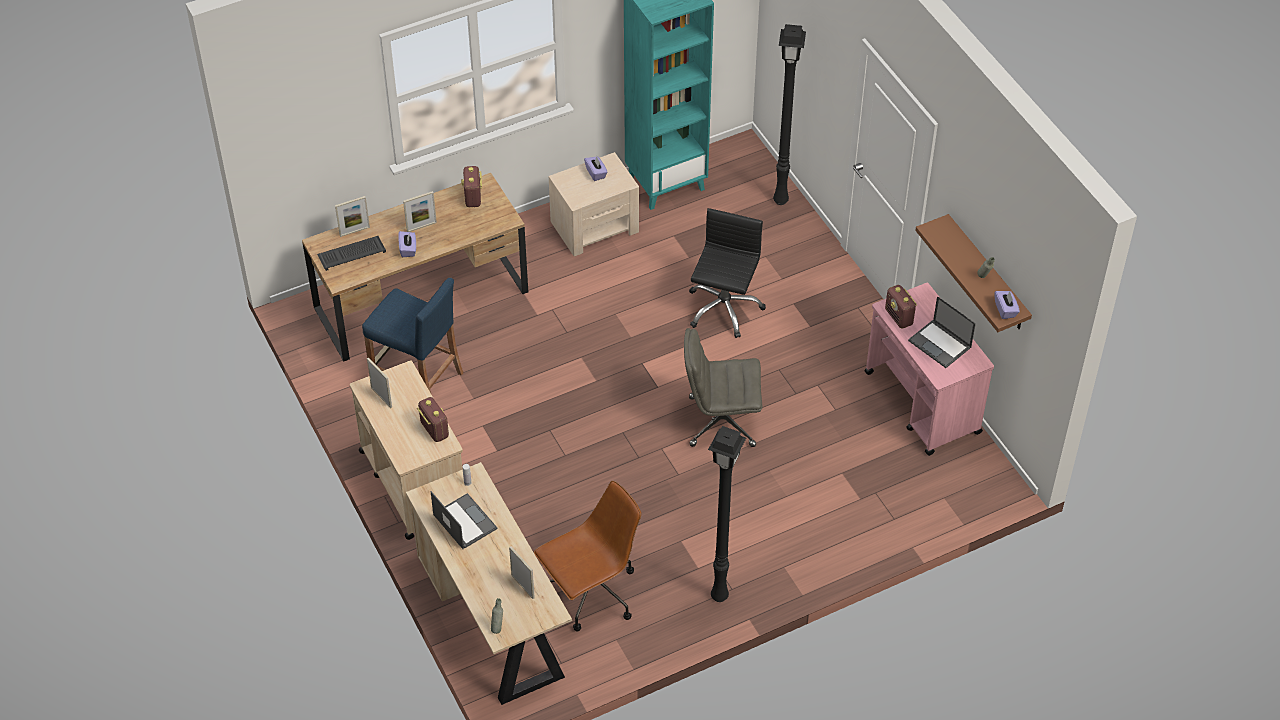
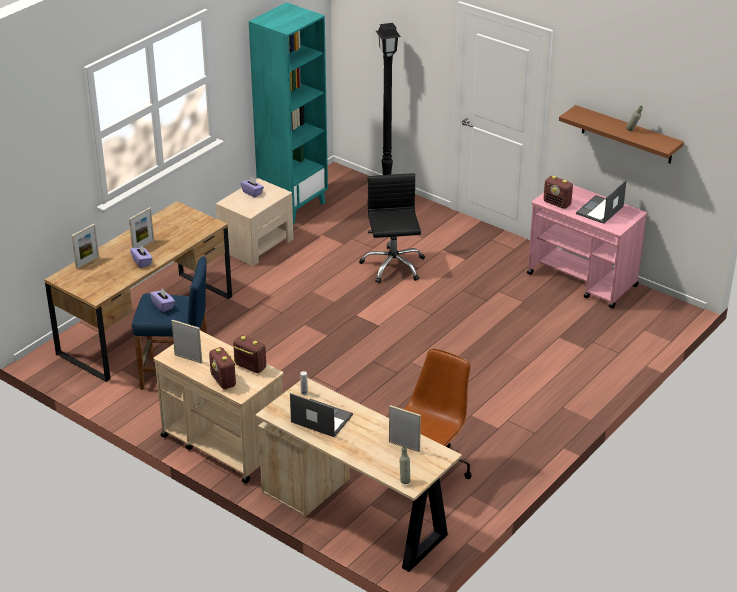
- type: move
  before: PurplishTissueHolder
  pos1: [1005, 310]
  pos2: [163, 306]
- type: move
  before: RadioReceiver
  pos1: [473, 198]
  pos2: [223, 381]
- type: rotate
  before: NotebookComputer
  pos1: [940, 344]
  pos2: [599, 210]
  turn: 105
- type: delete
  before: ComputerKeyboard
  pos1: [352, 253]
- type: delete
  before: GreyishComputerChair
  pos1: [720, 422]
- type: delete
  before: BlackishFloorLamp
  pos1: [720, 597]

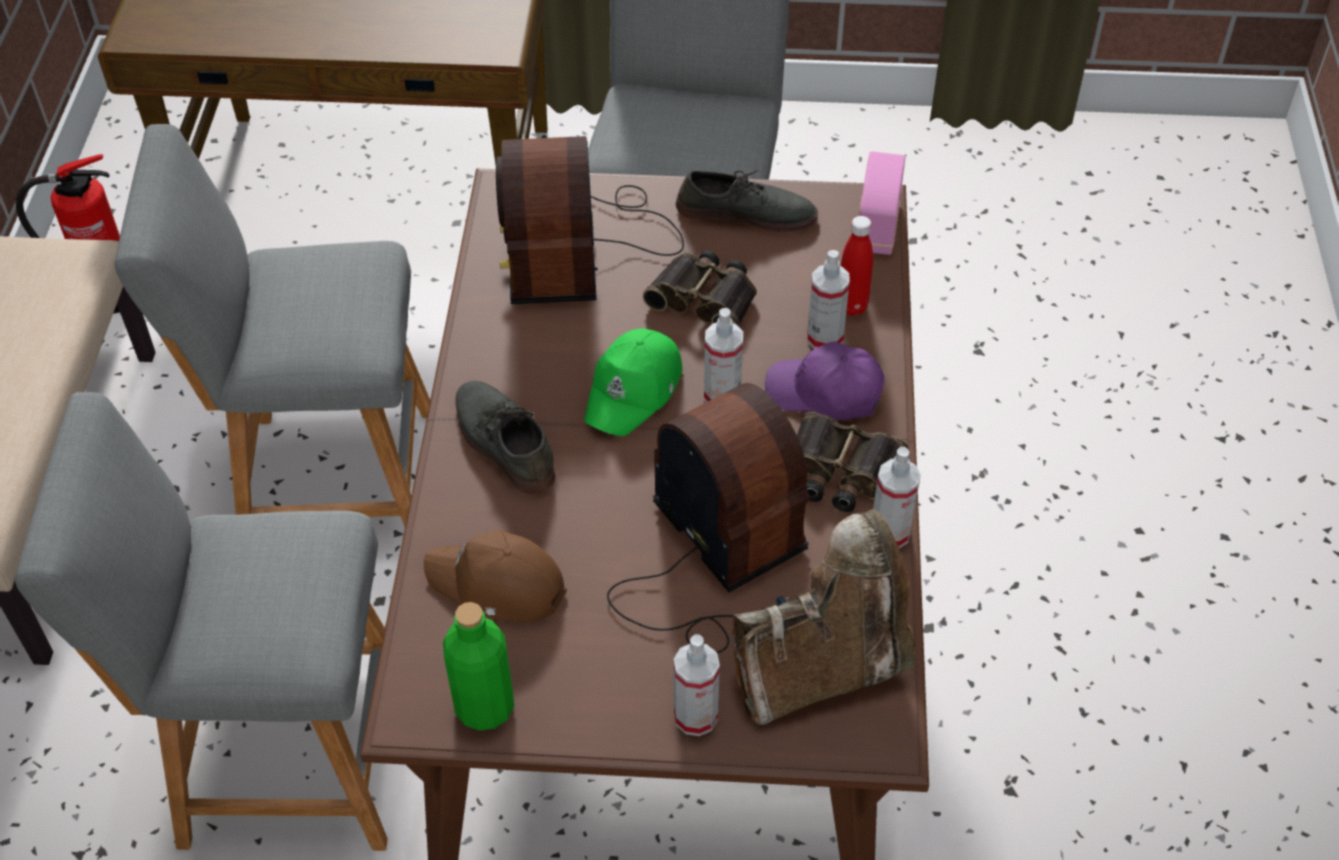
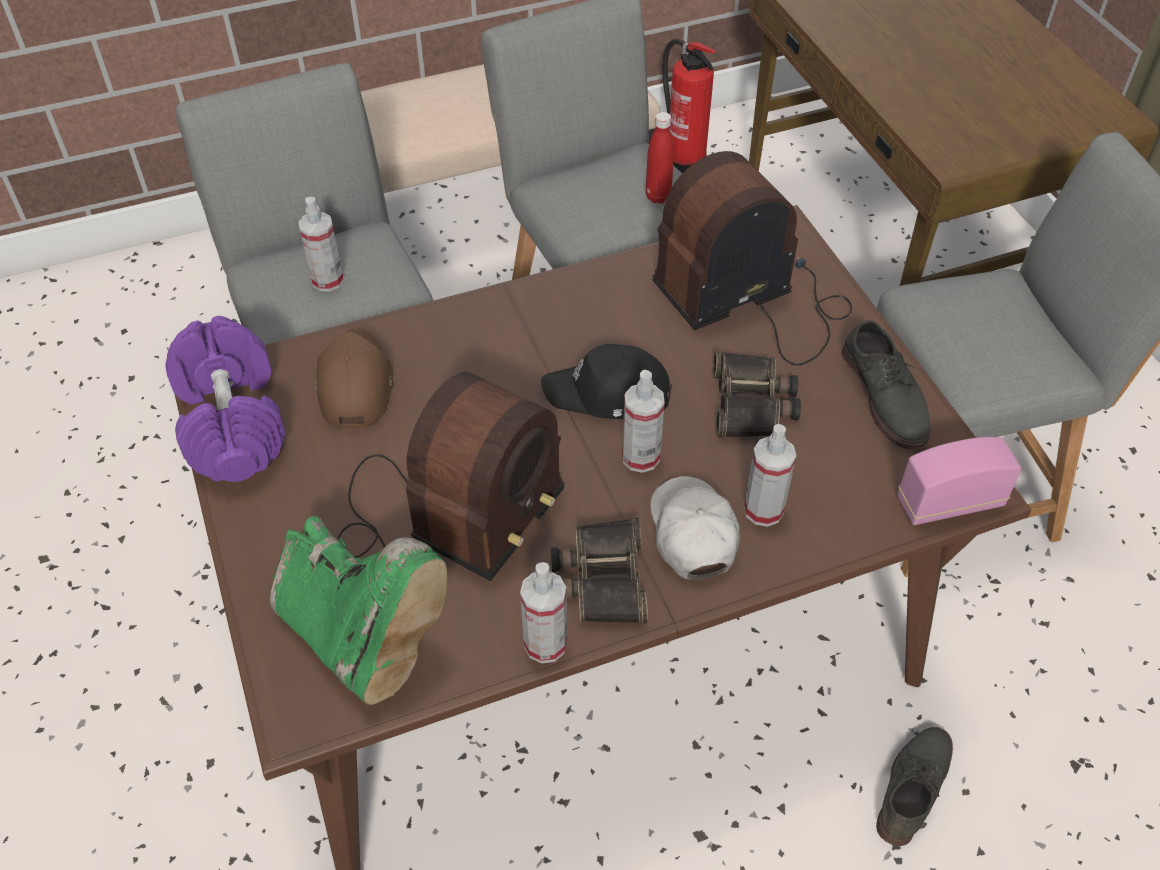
- type: replace
  before: GreenColouredDrinkBottle
  after: PurplishDumbbell
  pos1: [484, 707]
  pos2: [233, 422]
- type: recolor
  before: BrownColouredBoot
  after: GreenColouredBoot
  pos1: [823, 667]
  pos2: [362, 641]
- type: move
  before: Sprayer
  pos1: [695, 716]
  pos2: [327, 280]
- type: recolor
  before: GreenColouredBaseballCap
  after: BlackishBaseballCap
  pos1: [634, 390]
  pos2: [609, 394]
- type: move
  before: RedDrinkBottle
  pos1: [852, 307]
  pos2: [658, 197]
- type: recolor
  before: PurplishBaseballCap
  after: WhitishBaseballCap
  pos1: [825, 393]
  pos2: [692, 533]
- type: move
  before: GreyishLowShoe
  pos1: [502, 441]
  pos2: [912, 786]

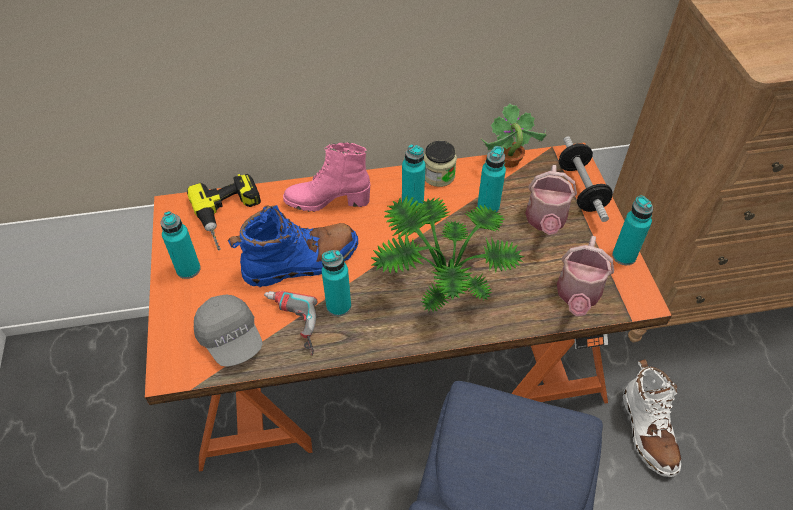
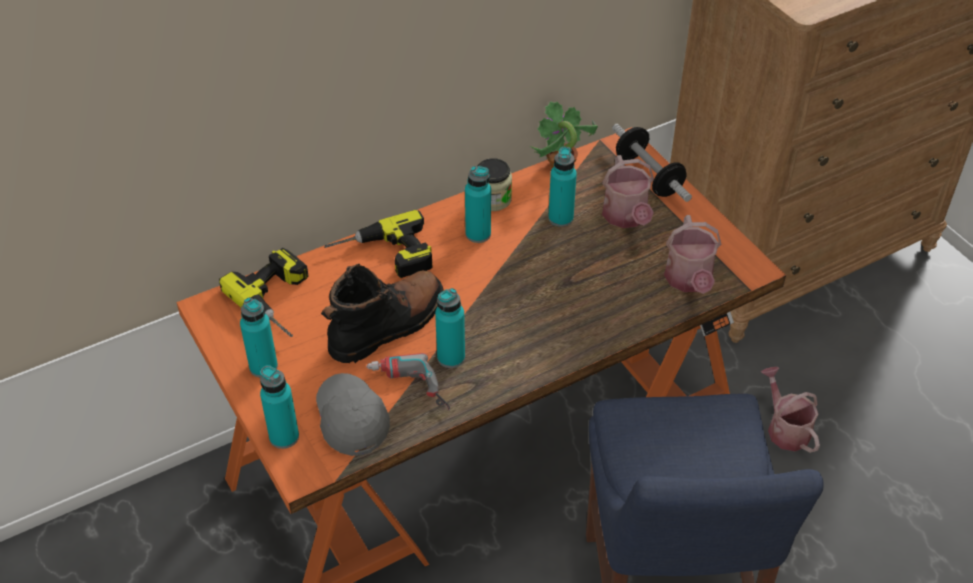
- type: move
  before: TurquoiseColouredDrinkBottle
  pos1: [624, 256]
  pos2: [284, 437]
- type: rotate
  before: GreyishBaseballCap
  pos1: [231, 338]
  pos2: [351, 421]
  turn: -150
- type: recolor
  before: BlueBoot
  after: BlackishBoot
  pos1: [301, 262]
  pos2: [387, 326]
- type: replace
  before: PinkBoot
  after: Drill
  pos1: [327, 201]
  pos2: [383, 256]
- type: replace
  before: WhitishBoot
  after: WateringCan
  pos1: [647, 431]
  pos2: [785, 428]
- type: delete
  before: PottedPlant
  pos1: [441, 281]

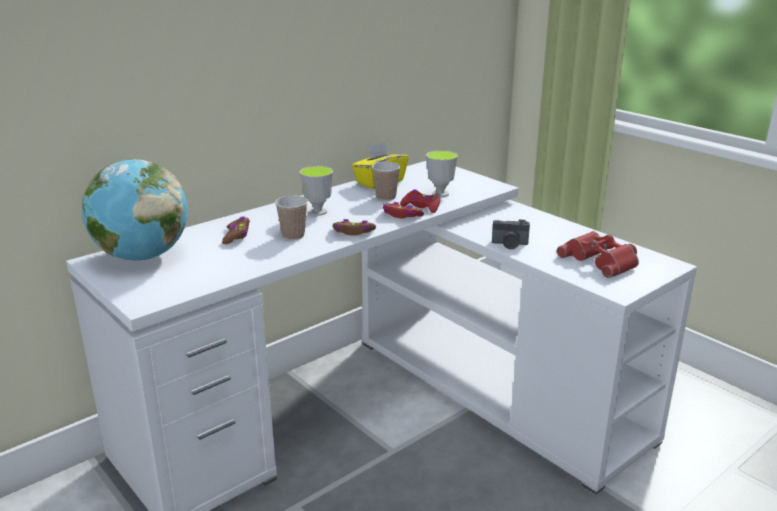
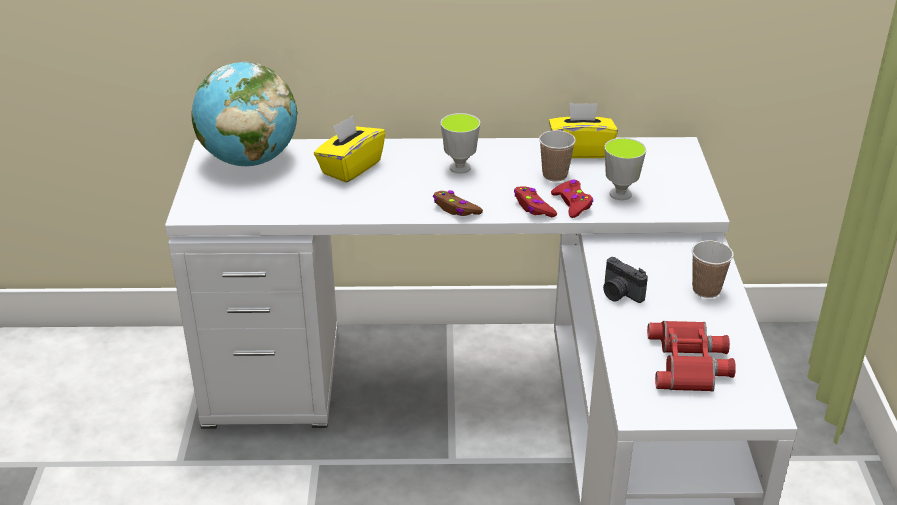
- type: replace
  before: BrownColouredJoypad
  after: YellowishTissueHolder
  pos1: [237, 235]
  pos2: [350, 167]
- type: move
  before: Cup
  pos1: [293, 235]
  pos2: [706, 290]

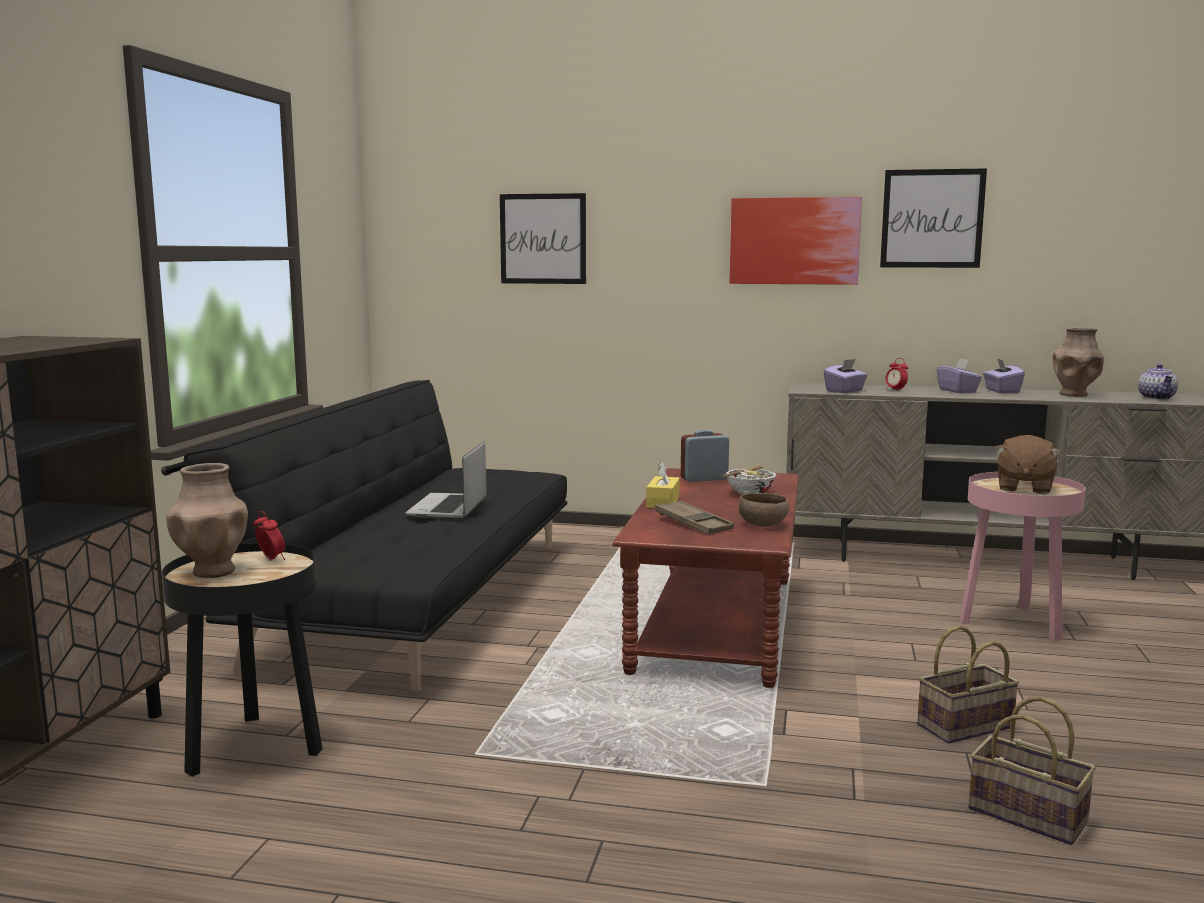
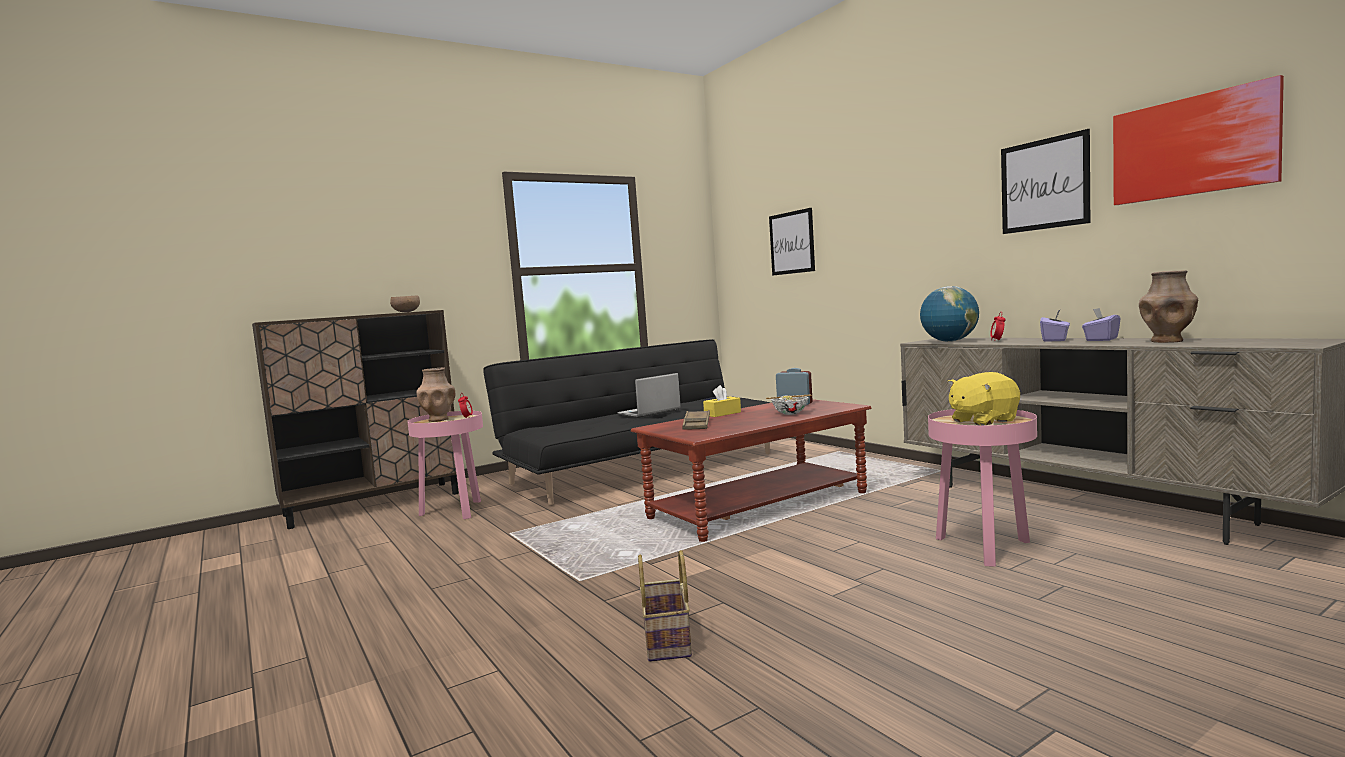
- type: move
  before: BrownColouredBowl
  pos1: [763, 524]
  pos2: [407, 312]
- type: recolor
  before: BlackishEndTable
  after: PinkEndTable
  pos1: [253, 747]
  pos2: [455, 511]
- type: replace
  before: PurplishTissueHolder
  after: Globe
  pos1: [845, 391]
  pos2: [949, 341]
- type: recolor
  before: BrownColouredPlushToy
  after: YellowishPlushToy
  pos1: [1023, 488]
  pos2: [982, 421]
- type: move
  before: Picture
  pos1: [794, 241]
  pos2: [1192, 146]
- type: delete
  before: Basket
  pos1: [964, 727]
- type: delete
  before: Teapot
  pos1: [1157, 398]

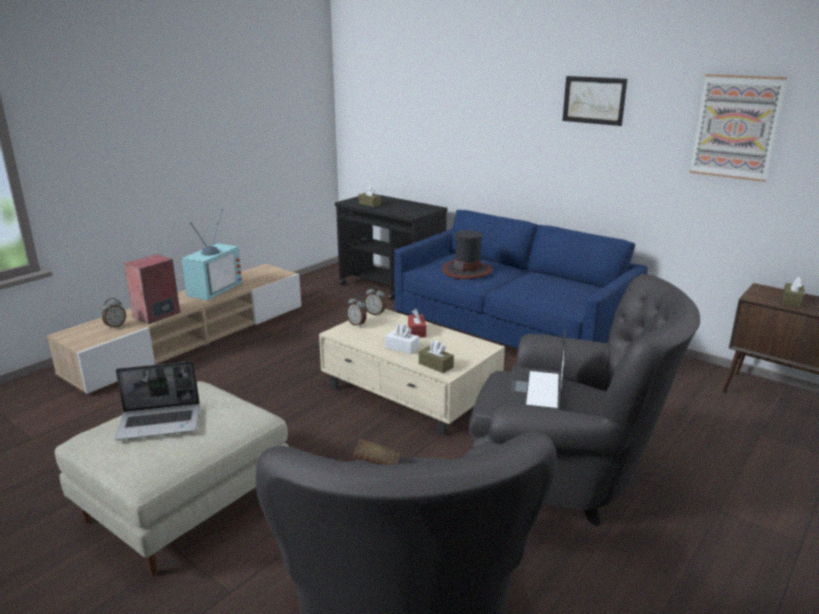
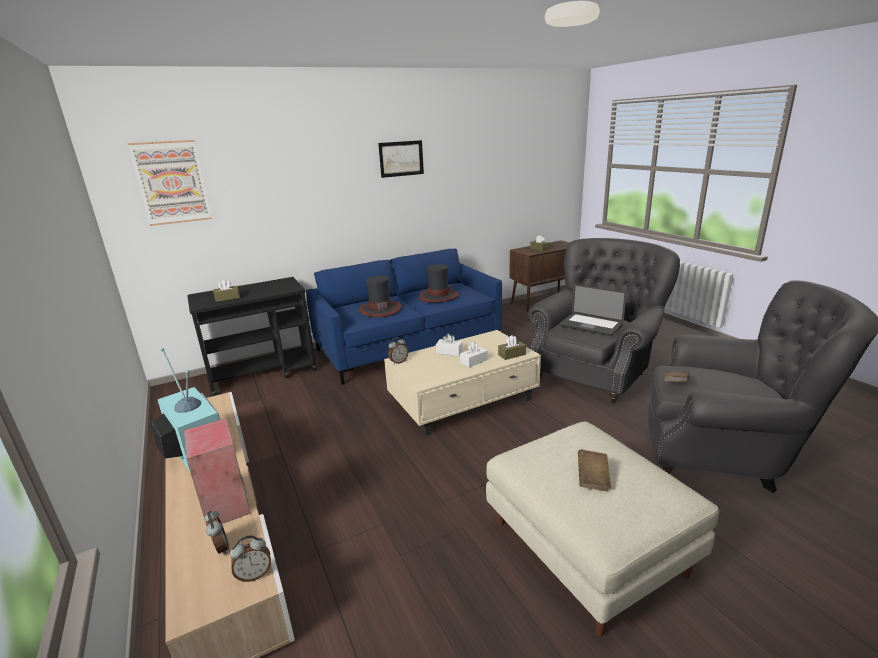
- type: move
  before: Picture
  pos1: [736, 127]
  pos2: [172, 182]
- type: move
  before: BedsideClock
  pos1: [357, 324]
  pos2: [254, 574]
- type: insert
  after: ClothingHat
  pos2: [438, 296]
- type: recolor
  before: RedTissueHolder
  after: WhitishTissueHolder
  pos1: [417, 331]
  pos2: [449, 352]
- type: replace
  before: NotebookComputer
  after: BrownColouredBook
  pos1: [161, 423]
  pos2: [592, 479]

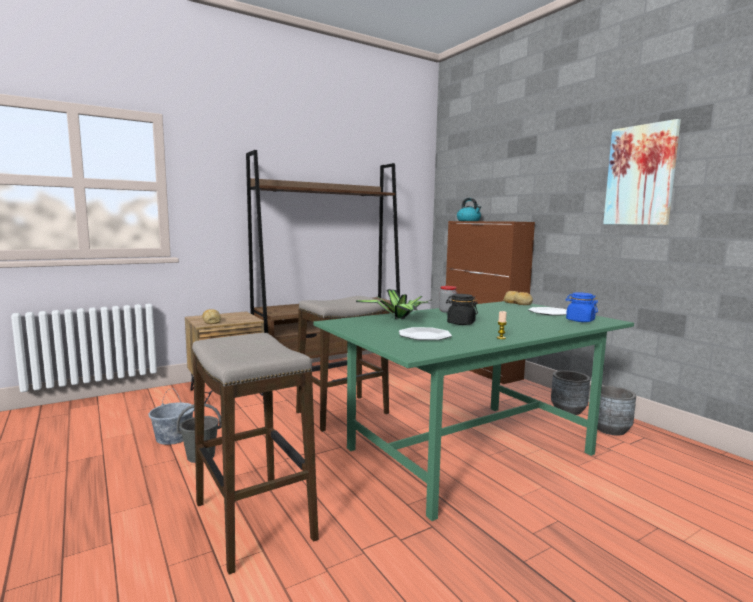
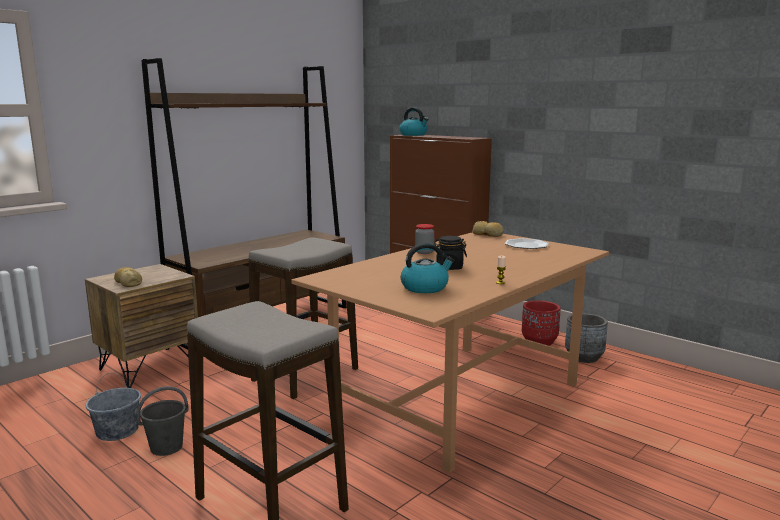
- type: recolor
  before: GreenColouredKitchenTable
  after: BrownColouredKitchenTable
  pos1: [470, 450]
  pos2: [459, 397]
- type: replace
  before: Plate
  after: Kettle
  pos1: [424, 336]
  pos2: [425, 287]
- type: recolor
  before: GreyishPlantPot
  after: RedPlantPot
  pos1: [568, 410]
  pos2: [539, 342]
- type: delete
  before: PottedPlant
  pos1: [399, 319]
- type: delete
  before: BlueJar
  pos1: [580, 320]
- type: delete
  before: Picture
  pos1: [640, 175]

